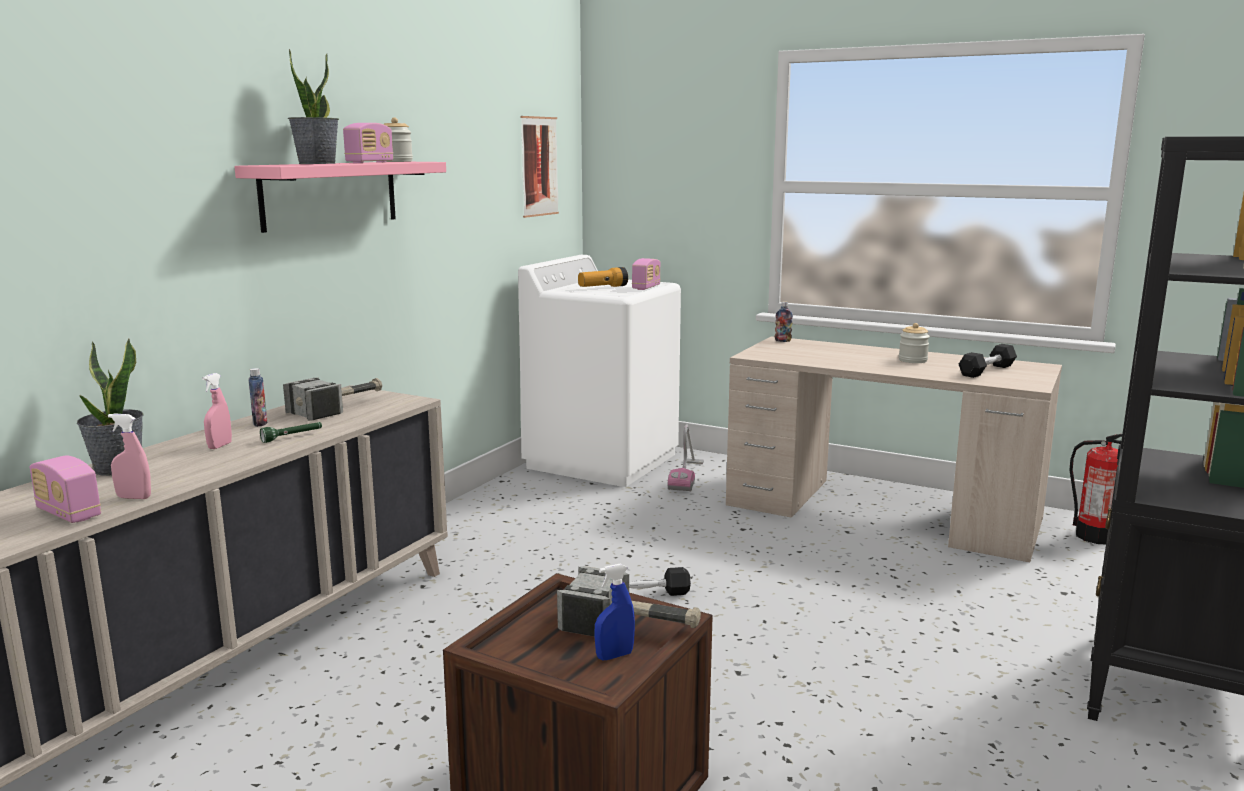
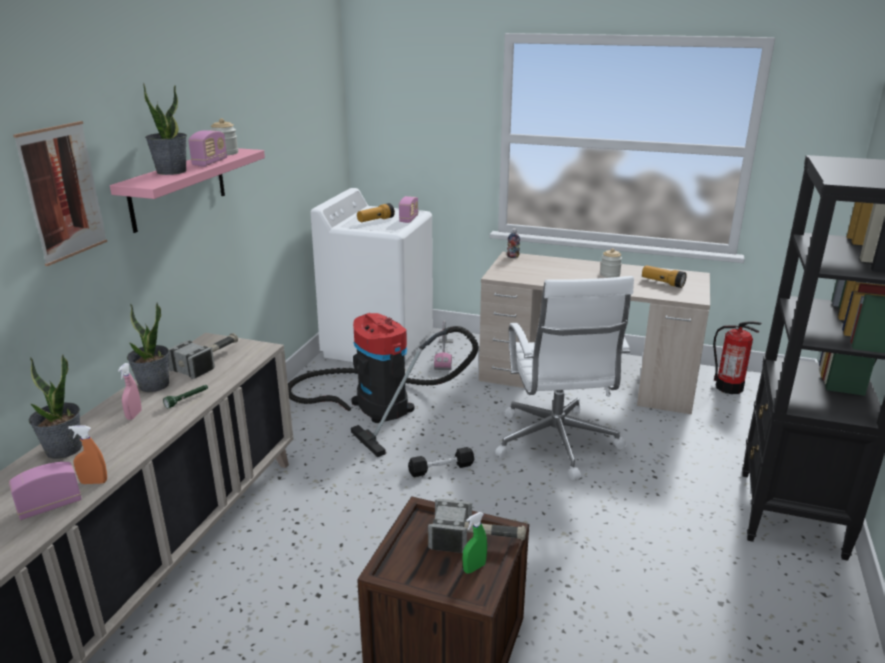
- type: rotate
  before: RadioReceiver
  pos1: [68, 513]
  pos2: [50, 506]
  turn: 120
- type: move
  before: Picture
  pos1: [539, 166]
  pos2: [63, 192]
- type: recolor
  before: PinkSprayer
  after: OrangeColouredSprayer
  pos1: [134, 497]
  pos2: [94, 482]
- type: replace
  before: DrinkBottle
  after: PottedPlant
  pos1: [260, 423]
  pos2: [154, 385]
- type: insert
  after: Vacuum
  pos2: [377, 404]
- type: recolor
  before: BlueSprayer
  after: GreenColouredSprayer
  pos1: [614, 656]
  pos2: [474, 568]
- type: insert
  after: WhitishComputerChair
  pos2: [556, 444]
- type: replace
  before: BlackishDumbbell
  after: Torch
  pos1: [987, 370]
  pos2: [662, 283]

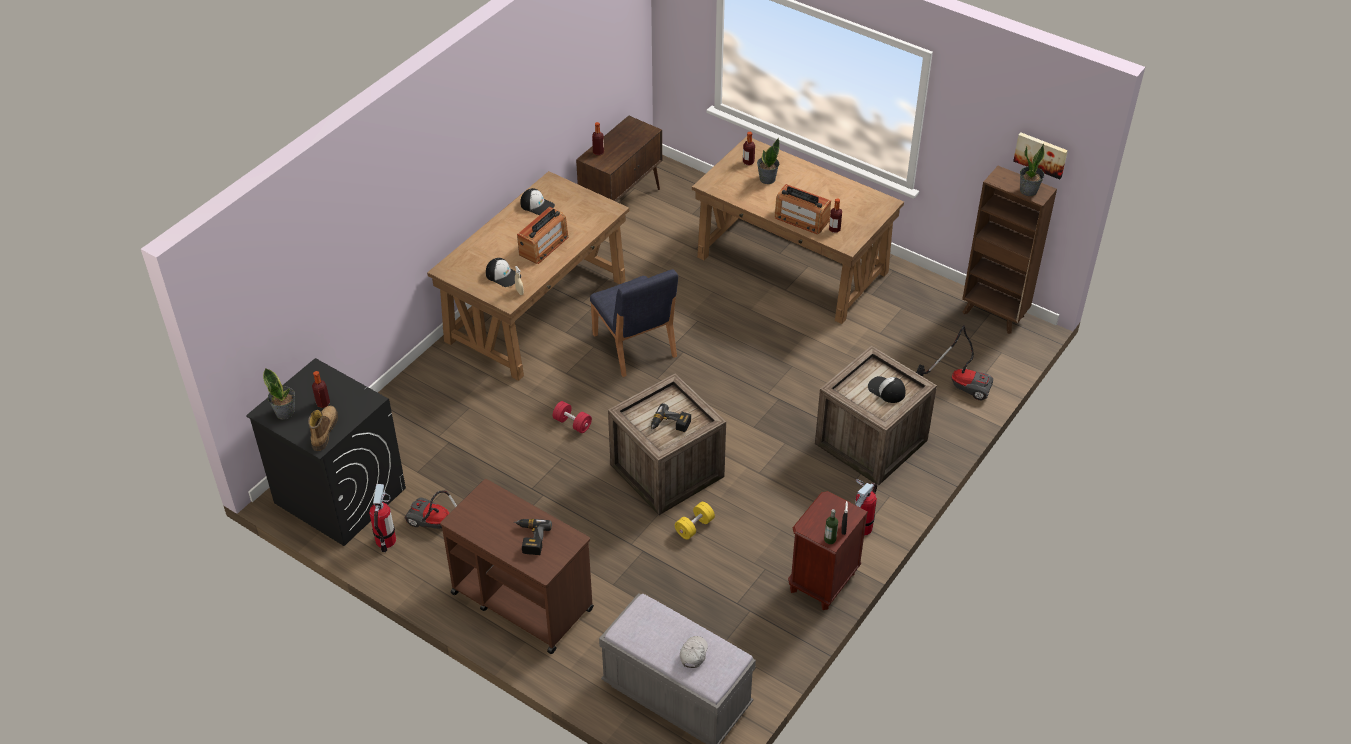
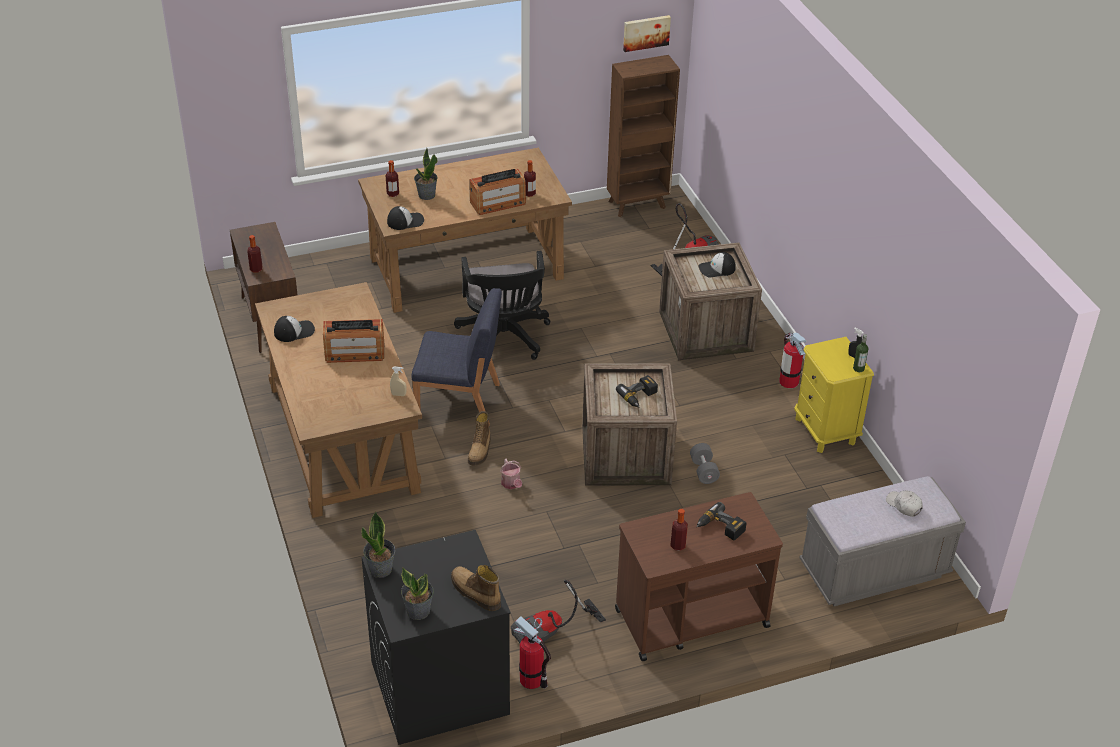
- type: rotate
  before: RadioReceiver
  pos1: [544, 246]
  pos2: [354, 352]
  turn: 105
- type: move
  before: PottedPlant
  pos1: [1028, 191]
  pos2: [381, 569]
- type: move
  before: BaseballCap
  pos1: [503, 275]
  pos2: [405, 221]
- type: insert
  after: BlackishComputerChair
  pos2: [504, 339]
- type: insert
  after: Boot
  pos2: [480, 451]
- type: replace
  before: RedDumbbell
  after: WateringCan
  pos1: [572, 423]
  pos2: [511, 484]
- type: move
  before: DrinkBottle
  pos1: [323, 403]
  pos2: [678, 545]
- type: recolor
  before: YellowishDumbbell
  after: GreyishDumbbell
  pos1: [694, 527]
  pos2: [703, 471]
- type: recolor
  before: BrownColouredNightTable
  after: YellowishNightTable
  pos1: [822, 582]
  pos2: [825, 431]

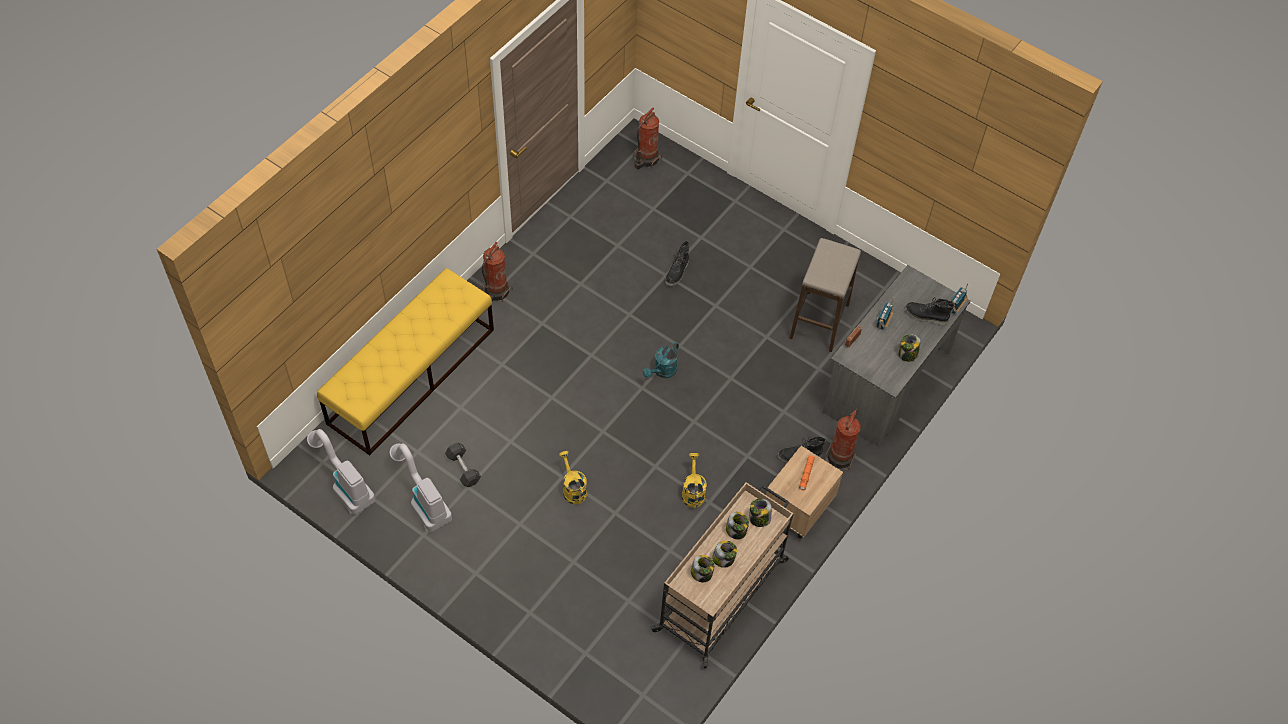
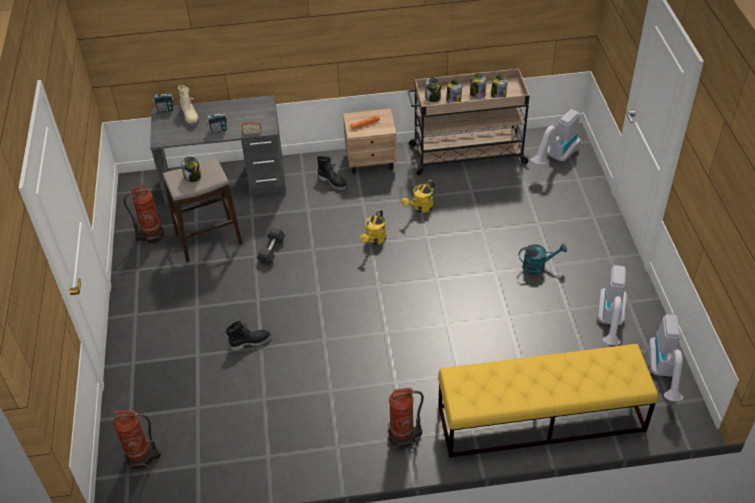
- type: move
  before: FireFightingCylinder
  pos1: [841, 456]
  pos2: [151, 235]
- type: recolor
  before: BlackishBoot
  after: BeigeColouredBoot
  pos1: [925, 317]
  pos2: [190, 116]
- type: move
  before: Jar
  pos1: [907, 354]
  pos2: [193, 177]
- type: move
  before: GreyishDumbbell
  pos1: [463, 469]
  pos2: [271, 251]
- type: move
  before: YellowishWateringCan
  pos1: [572, 489]
  pos2: [374, 240]
- type: move
  before: TurquoiseColouredWateringCan
  pos1: [662, 372]
  pos2: [538, 266]
- type: insert
  after: Vacuum
  pos2: [556, 158]

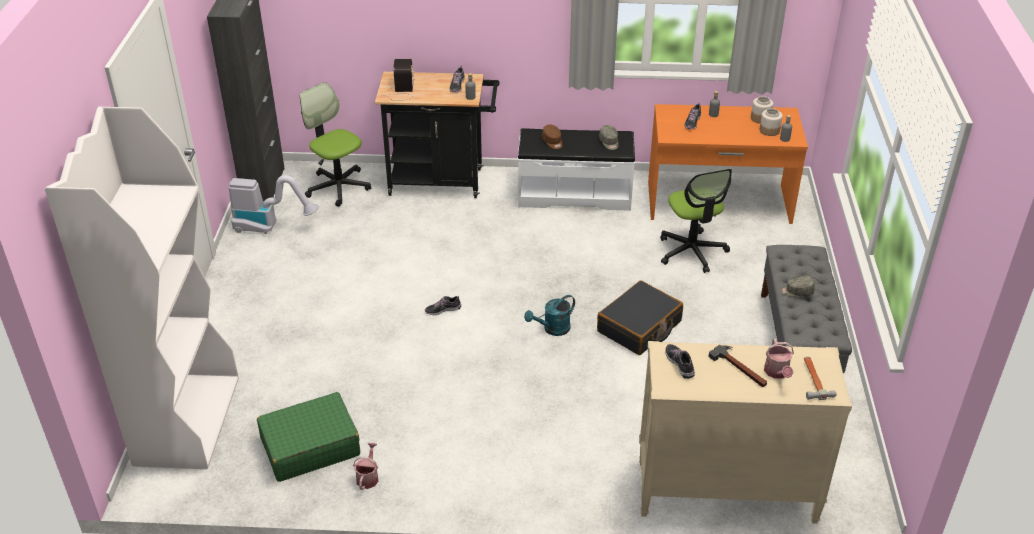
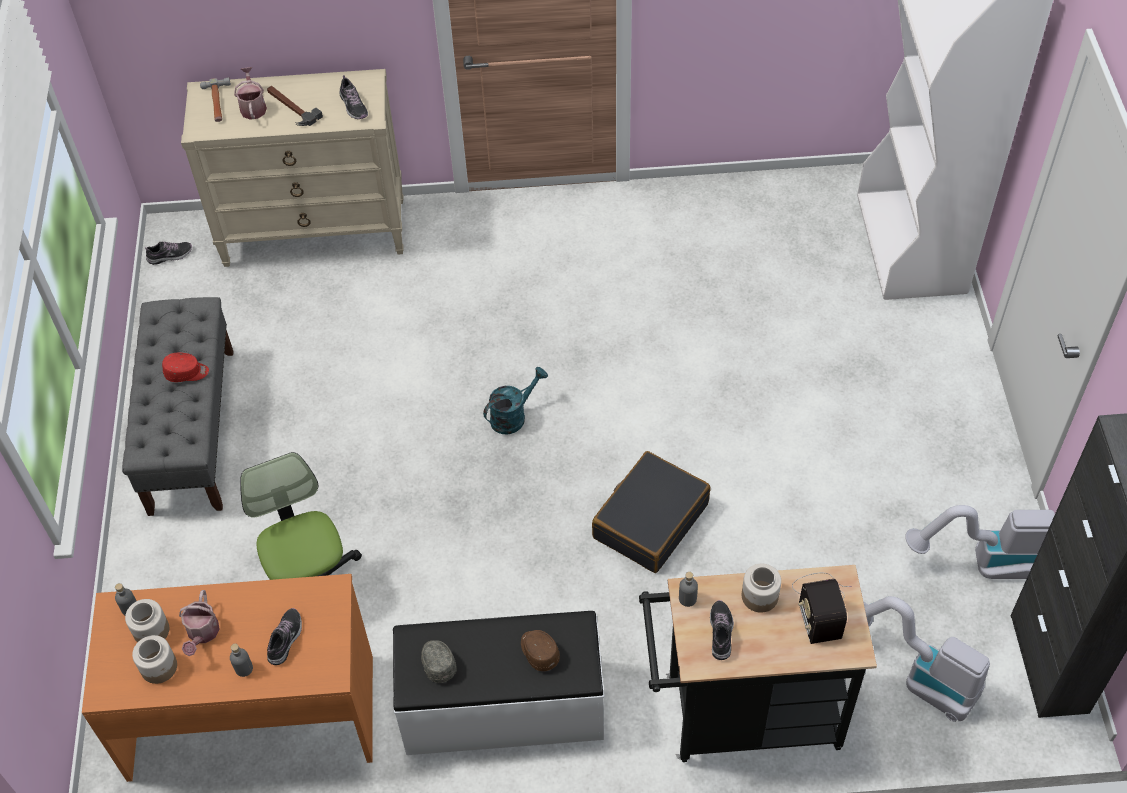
- type: move
  before: LowShoe
  pos1: [443, 310]
  pos2: [170, 255]
- type: recolor
  before: GreyishBaseballCap
  after: RedBaseballCap
  pos1: [796, 292]
  pos2: [186, 373]
- type: move
  before: WateringCan
  pos1: [368, 477]
  pos2: [202, 634]
- type: move
  before: BlackishPieceOfLuggage
  pos1: [639, 327]
  pos2: [650, 520]
- type: insert
  after: Jar
  pos2: [760, 596]
- type: replace
  before: ComputerChair
  after: Vacuum
  pos1: [338, 187]
  pos2: [918, 676]
- type: delete
  before: GreenColouredPieceOfLuggage
  pos1: [310, 446]

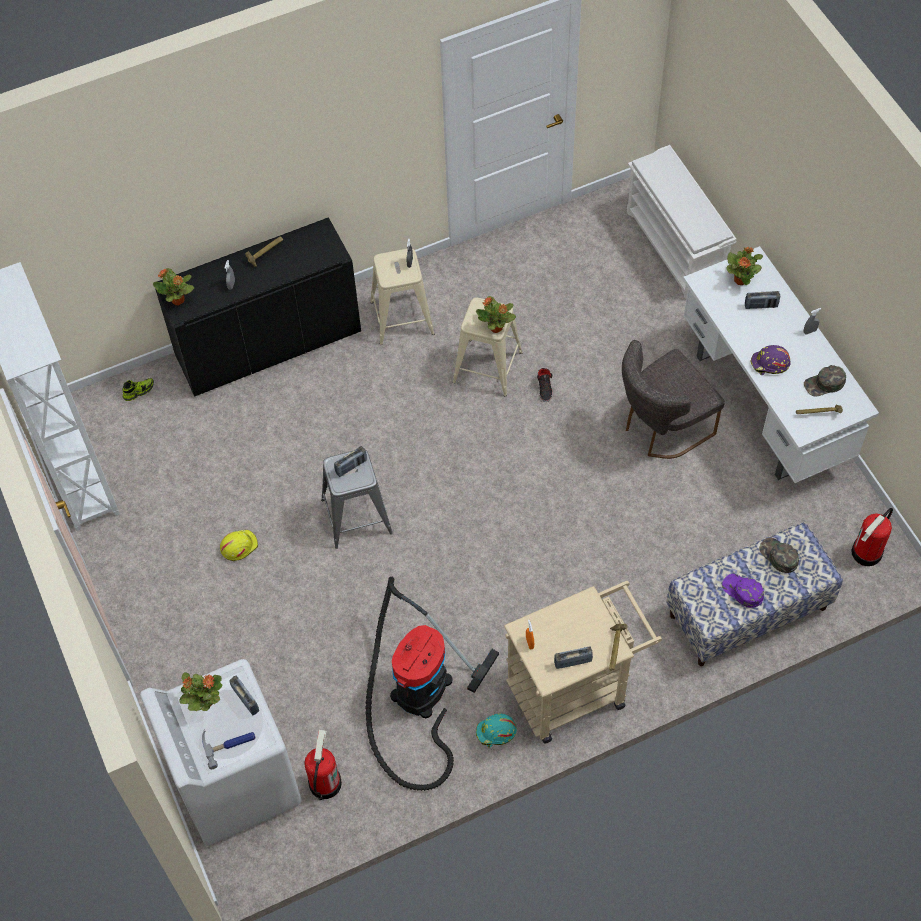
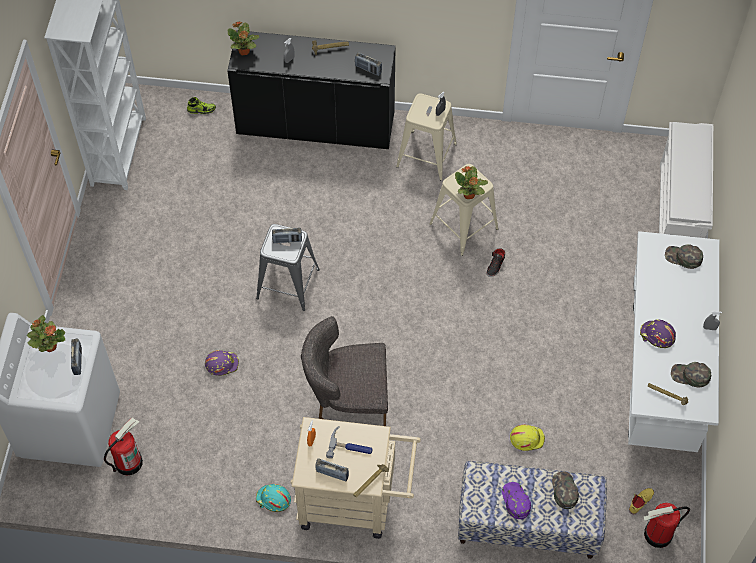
- type: insert
  after: PurplishWorkHelmet
  pos2: [222, 364]
- type: move
  before: GreyishChair
  pos1: [662, 428]
  pos2: [348, 402]
- type: move
  before: HandHammer
  pos1: [229, 743]
  pos2: [351, 446]
- type: move
  before: RadioReceiver
  pos1: [761, 306]
  pos2: [368, 69]
- type: move
  before: YellowishWorkHelmet
  pos1: [238, 546]
  pos2: [527, 438]
- type: insert
  after: YellowishLowShoe
  pos2: [640, 501]
- type: replace
  before: PottedPlant
  after: GreenColouredBaseballCap
  pos1: [740, 280]
  pos2: [683, 258]
- type: delete
  before: Vacuum
  pos1: [419, 696]

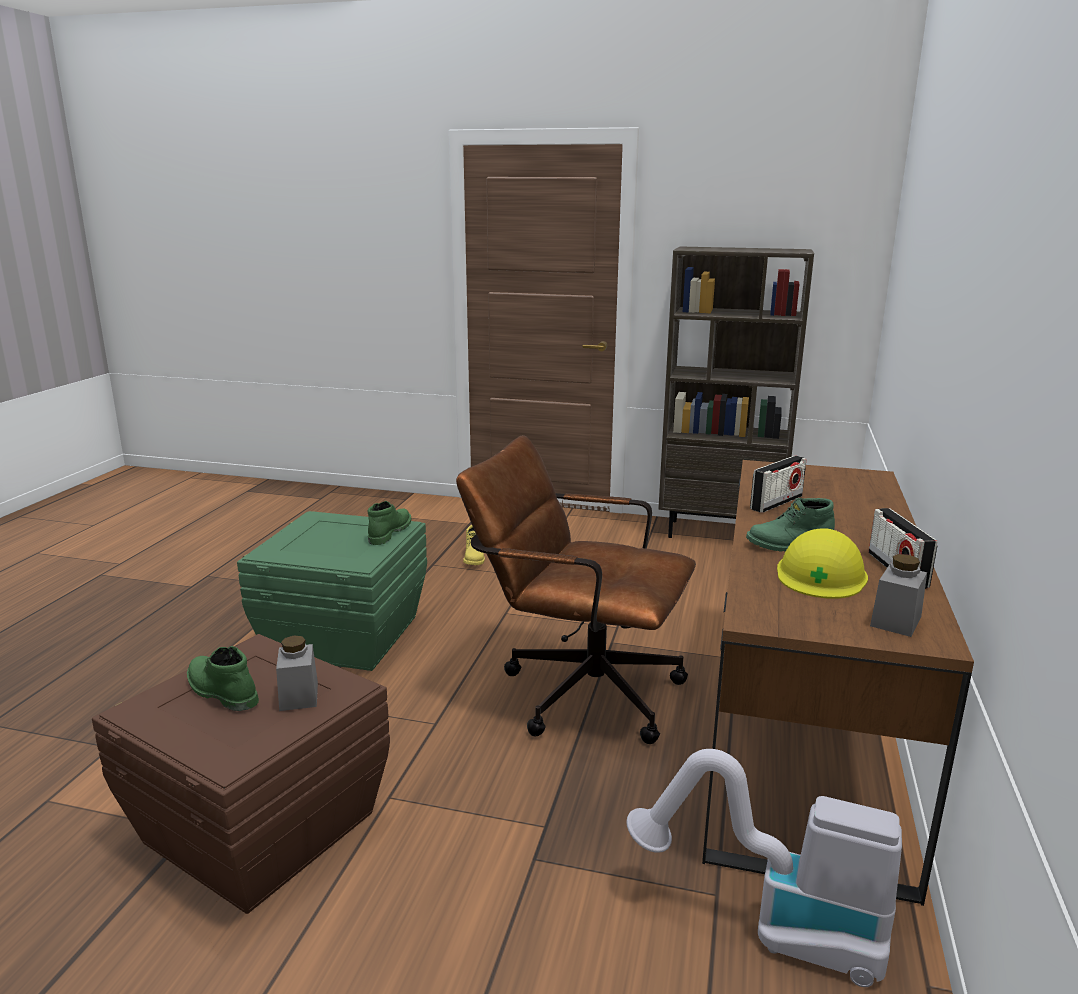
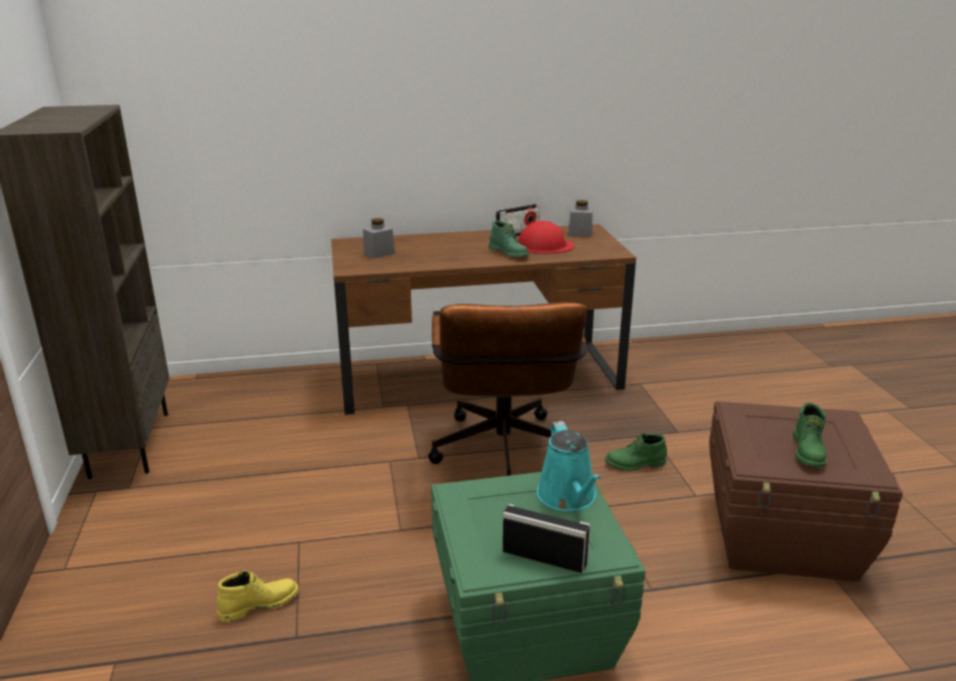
- type: move
  before: GreyishJar
  pos1: [299, 696]
  pos2: [379, 253]
- type: move
  before: RadioReceiver
  pos1: [776, 503]
  pos2: [544, 557]
- type: recolor
  before: YellowishWorkHelmet
  after: RedWorkHelmet
  pos1: [821, 574]
  pos2: [544, 245]
- type: insert
  after: TurquoiseColouredWateringCan
  pos2: [568, 497]
- type: move
  before: GreenColouredBoot
  pos1: [389, 532]
  pos2: [635, 464]
- type: delete
  before: Vacuum
  pos1: [772, 927]

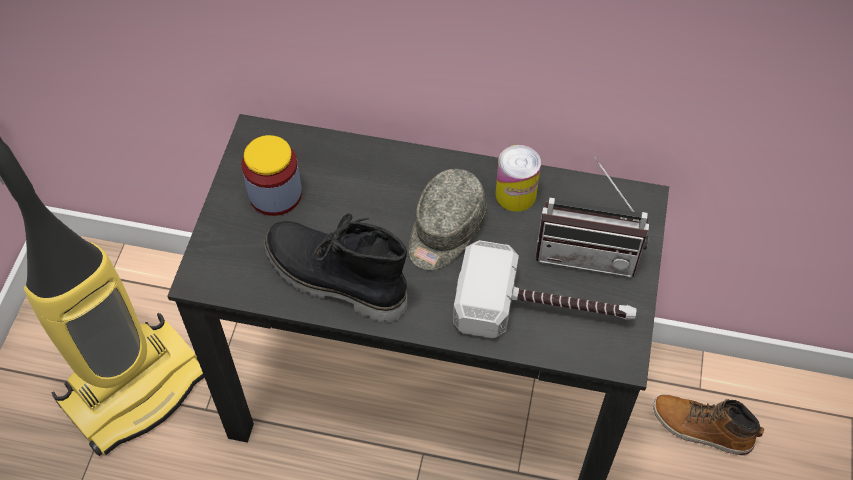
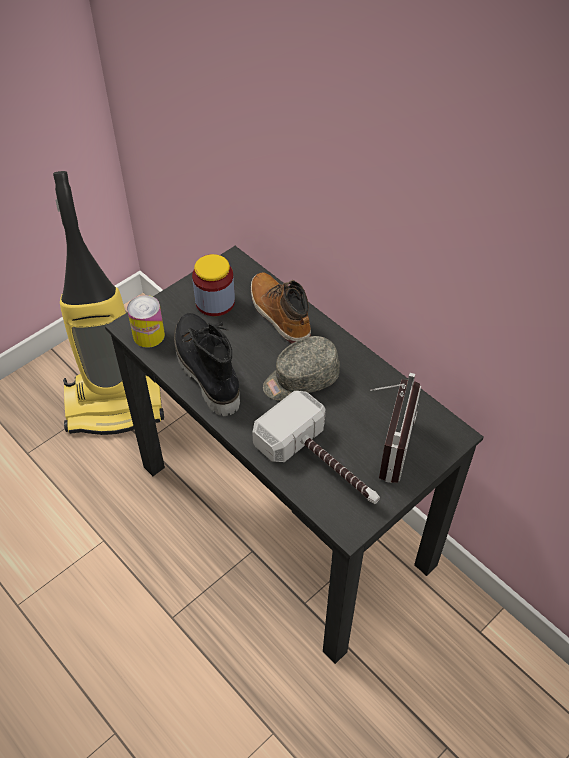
- type: move
  before: Can
  pos1: [515, 194]
  pos2: [148, 335]
- type: move
  before: Boot
  pos1: [701, 428]
  pos2: [279, 314]
- type: rotate
  before: RadioReceiver
  pos1: [588, 251]
  pos2: [386, 445]
  turn: -120

